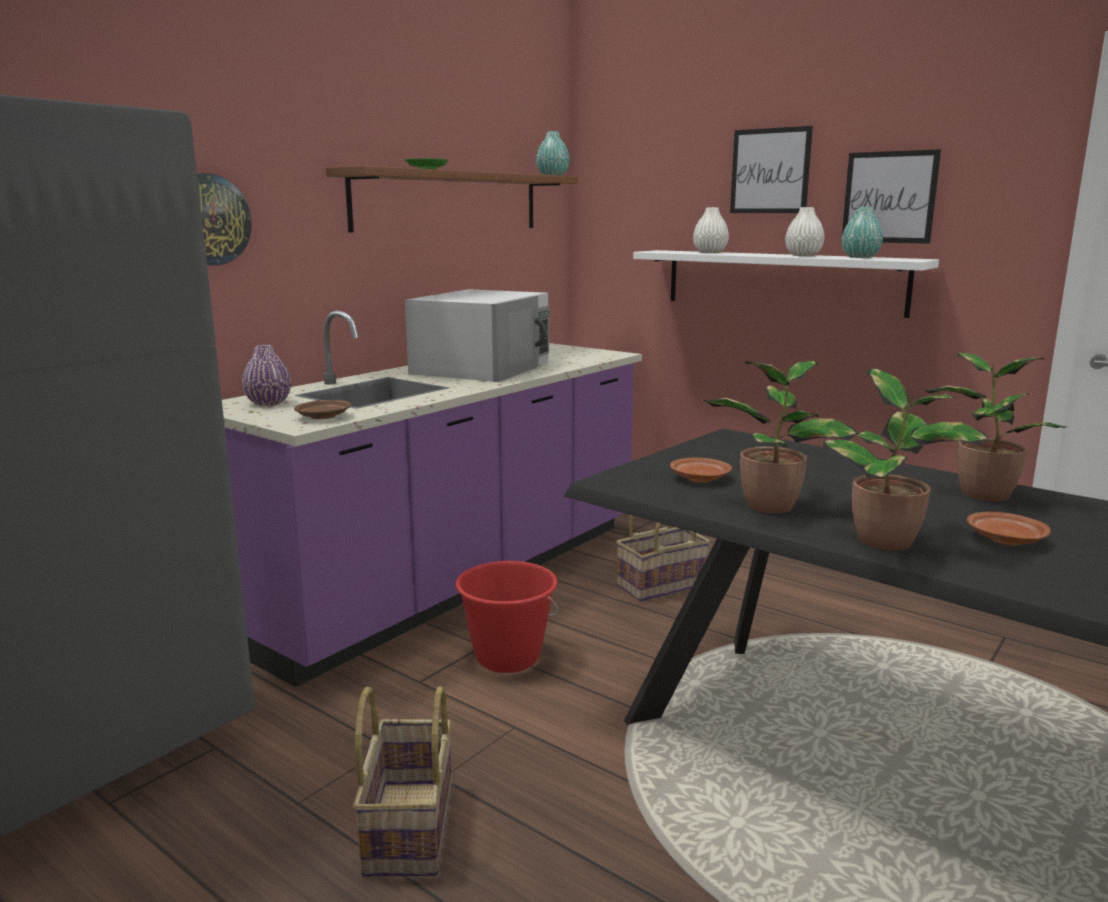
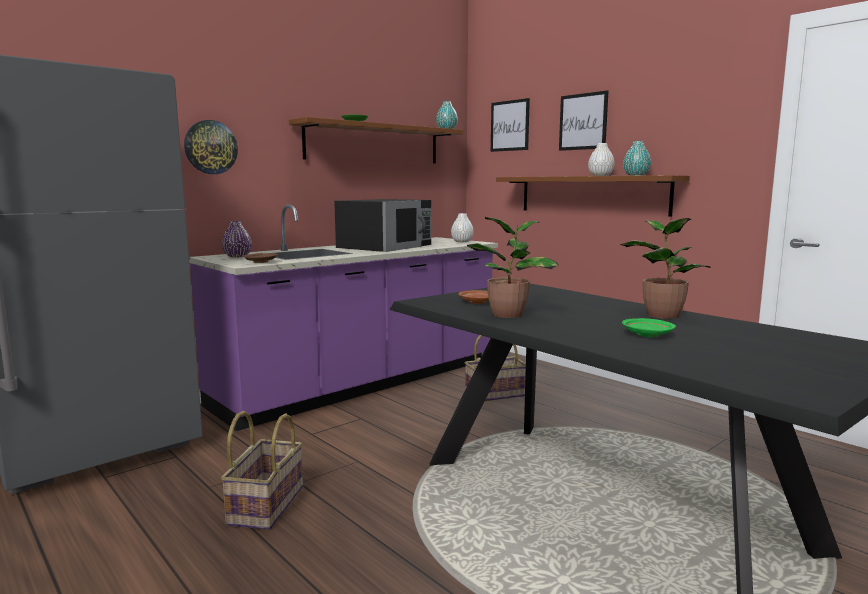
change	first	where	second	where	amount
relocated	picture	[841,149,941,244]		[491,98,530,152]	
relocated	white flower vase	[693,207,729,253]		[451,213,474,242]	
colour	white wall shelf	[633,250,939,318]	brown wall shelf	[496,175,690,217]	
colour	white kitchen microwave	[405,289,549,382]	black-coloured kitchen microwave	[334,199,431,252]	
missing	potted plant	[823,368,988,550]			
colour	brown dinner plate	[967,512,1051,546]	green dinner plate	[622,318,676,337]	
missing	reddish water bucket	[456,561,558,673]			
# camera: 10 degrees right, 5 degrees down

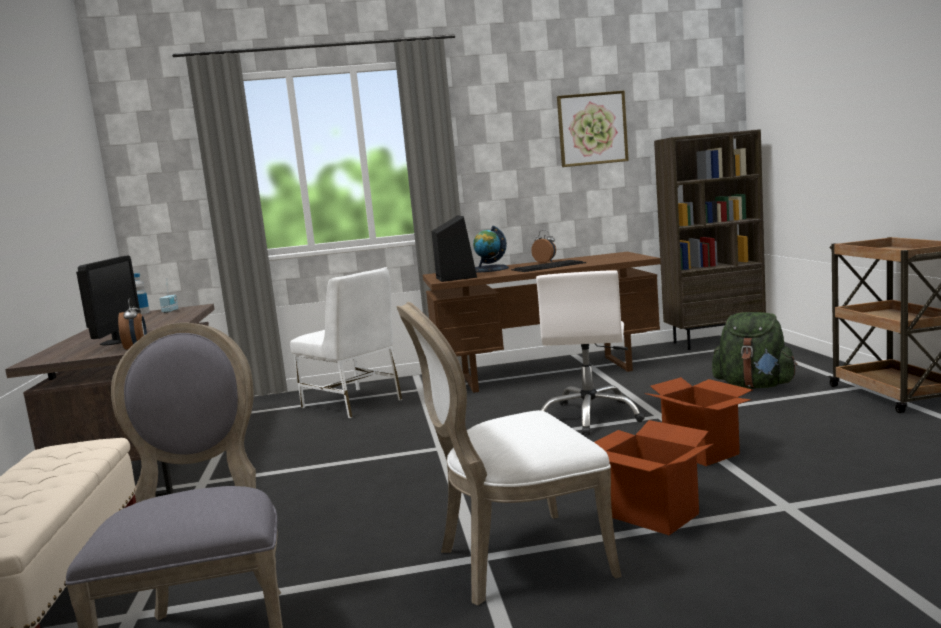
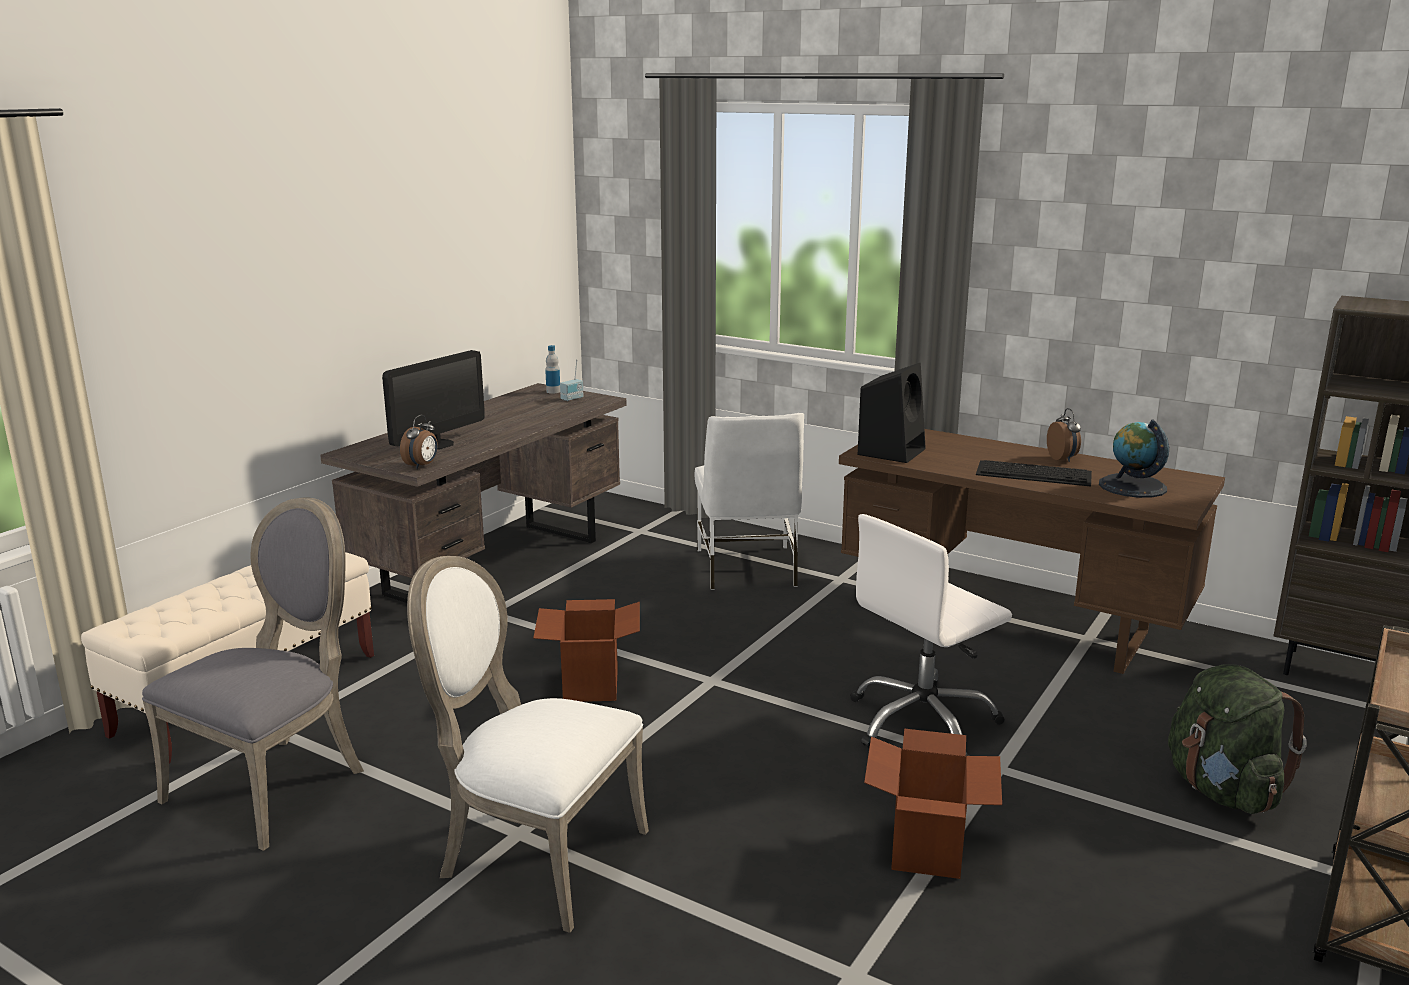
change	first	where	second	where	amount
missing	picture	[557,91,629,167]			
relocated	world globe	[473,226,509,272]		[1099,419,1169,498]	
relocated	carton	[594,420,714,535]		[533,599,640,702]	
# camera: 40 degrees right, 10 degrees up

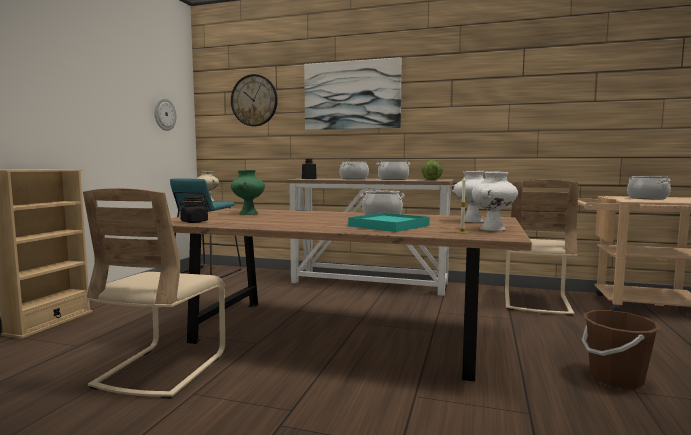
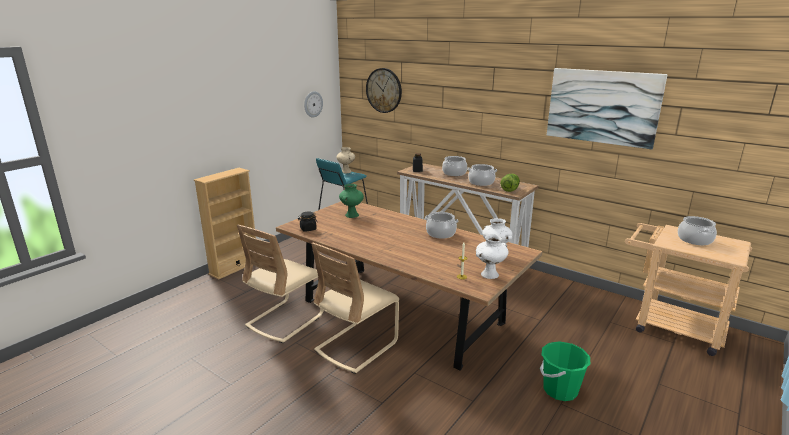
change	first	where	second	where	amount
relocated	picture	[304,57,402,130]		[547,68,668,149]	
relocated	beige plain chair	[505,180,579,316]		[311,243,399,374]	
missing	turquoise serving tray	[348,213,430,232]			
colour	brown water bucket	[582,310,661,389]	green water bucket	[540,341,590,401]	
# camera: 20 degrees right, 15 degrees up

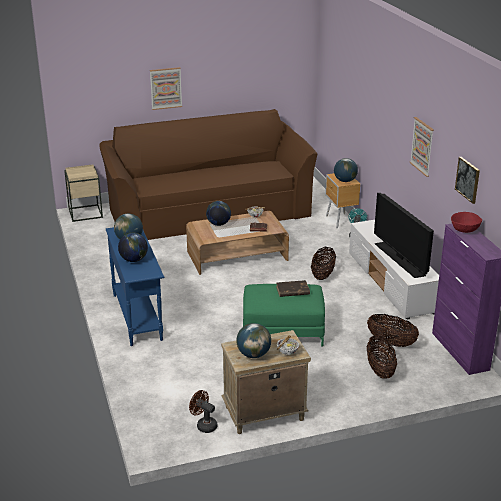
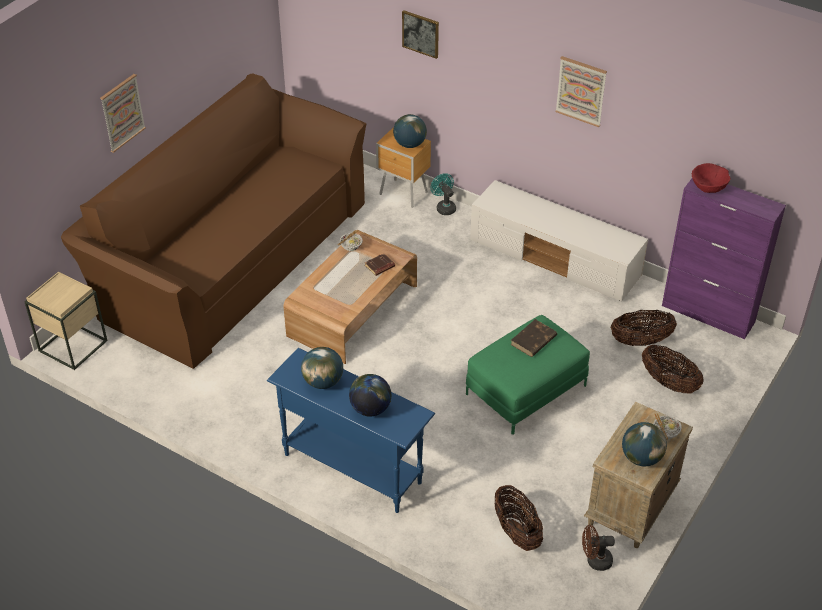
change	first	where	second	where	amount
relocated	picture	[455,157,480,204]		[402,10,439,59]	
missing	TV set	[374,192,434,278]			
missing	world globe	[206,201,231,226]			
relocated	basket	[311,247,336,280]		[495,485,543,551]	
# camera: 40 degrees left, 15 degrees up

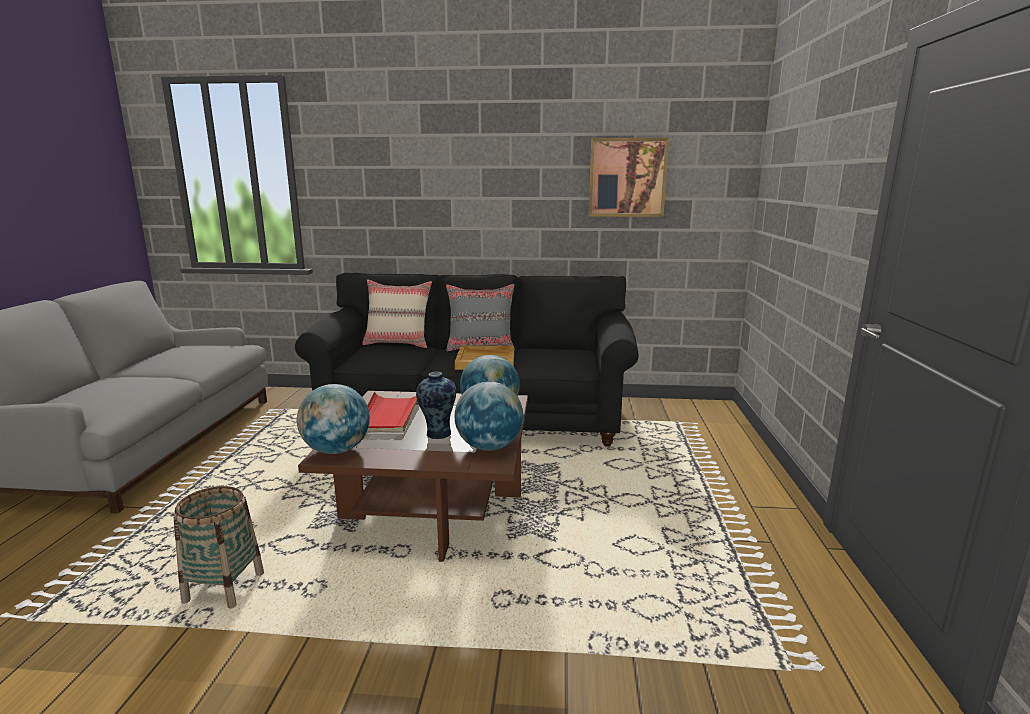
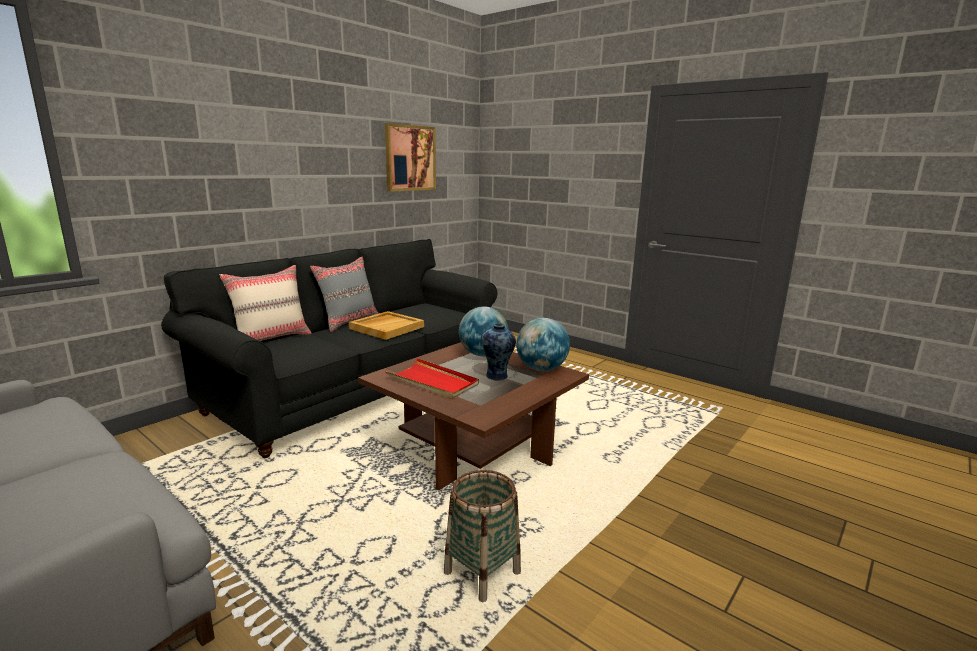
change	first	where	second	where	amount
missing	world globe	[297,384,370,454]			
# camera: 55 degrees left, 0 degrees up

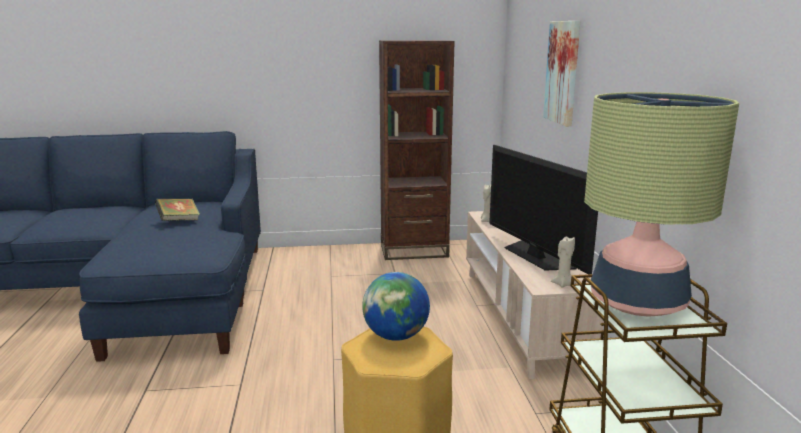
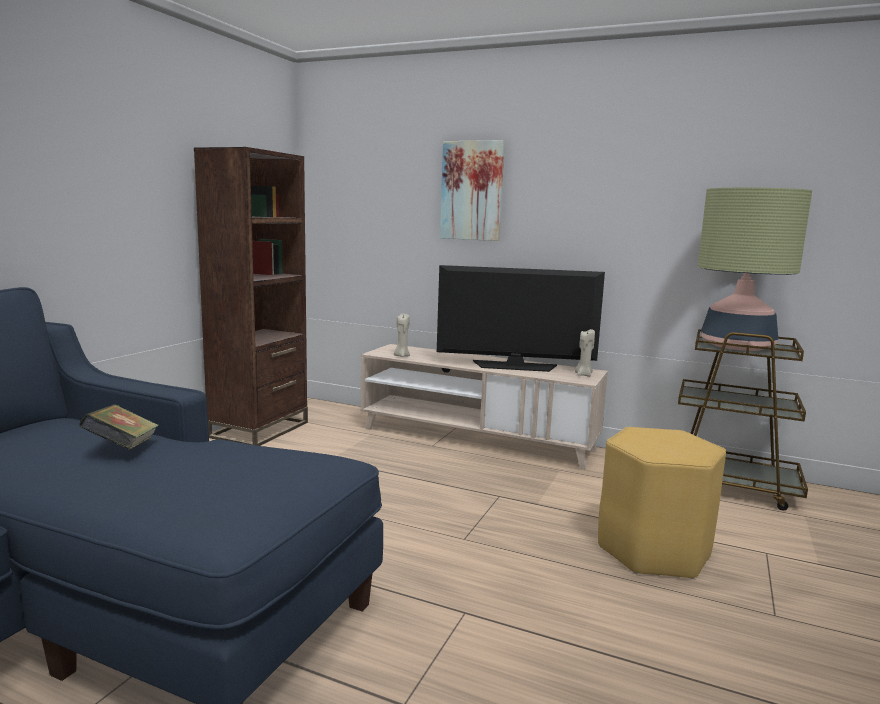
change	first	where	second	where	amount
missing	world globe	[362,272,430,341]			
# camera: 60 degrees left, 5 degrees down

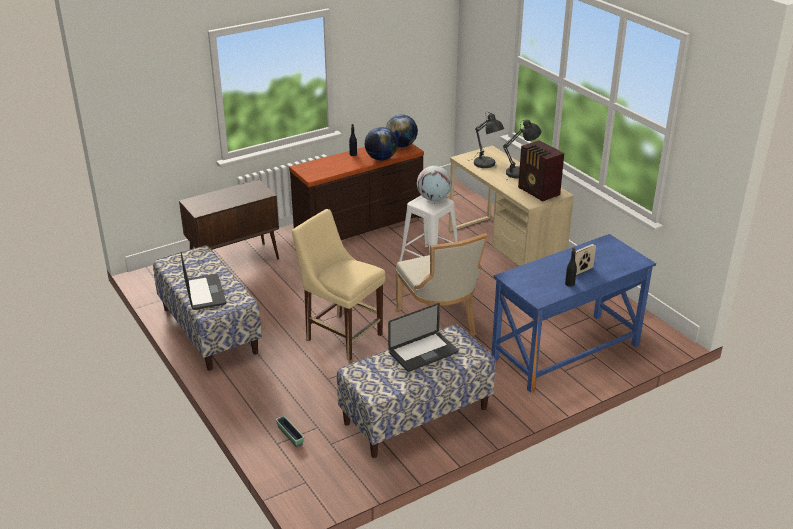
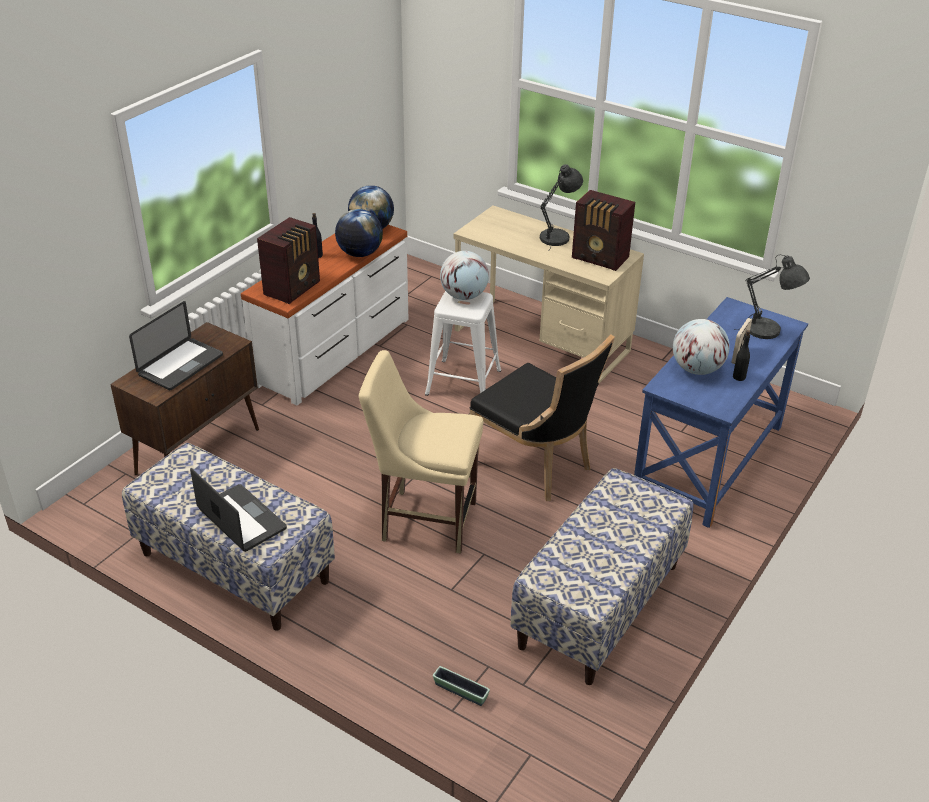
change	first	where	second	where	amount
relocated	gray lamp for a table	[469,112,504,168]		[735,255,810,339]	
colour	brown dresser	[289,144,424,240]	white dresser	[241,225,409,406]	
colour	beige plain chair	[395,233,488,336]	black-coloured plain chair	[470,334,615,501]	
relocated	laptop	[388,303,458,372]		[129,301,223,390]	
appeared			radio set	[257,217,320,304]	
appeared			world globe	[673,319,730,375]	
# camera: 25 degrees left, 5 degrees up

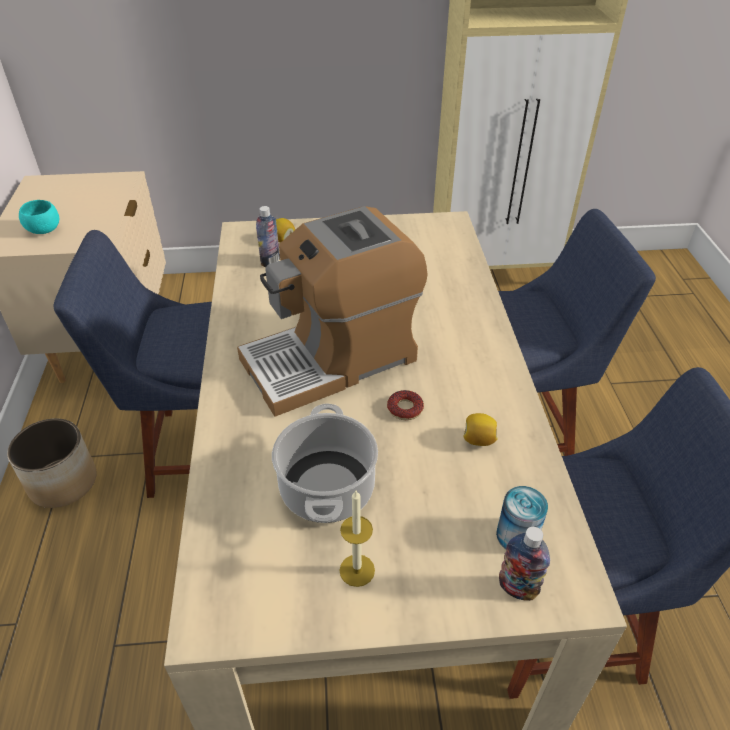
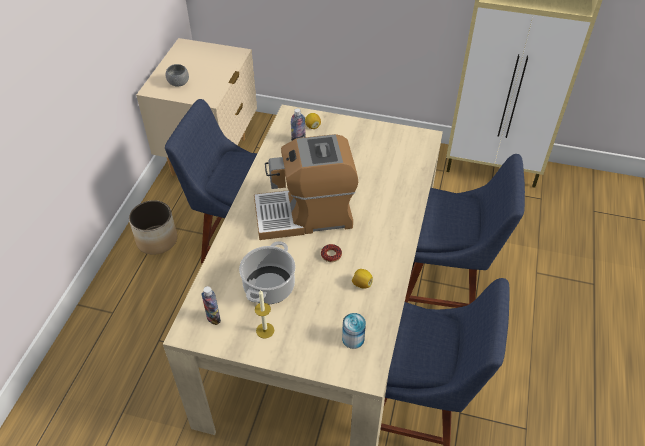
change	first	where	second	where	amount
colour	turquoise serving bowl	[19,200,59,234]	gray serving bowl	[165,64,189,86]	
relocated	drink bottle	[499,527,550,601]		[201,286,221,325]	
# camera: 20 degrees right, 5 degrees up

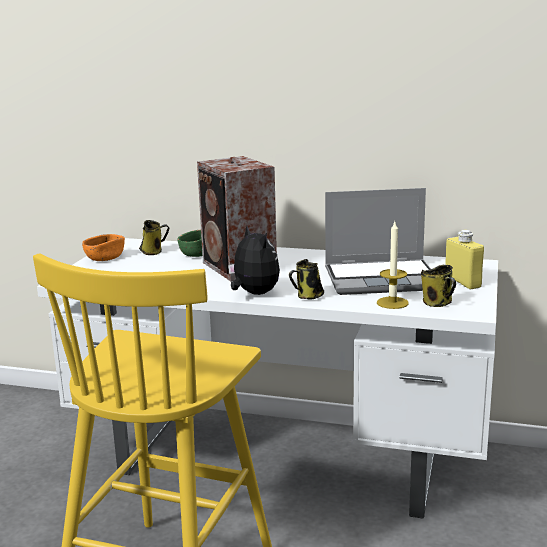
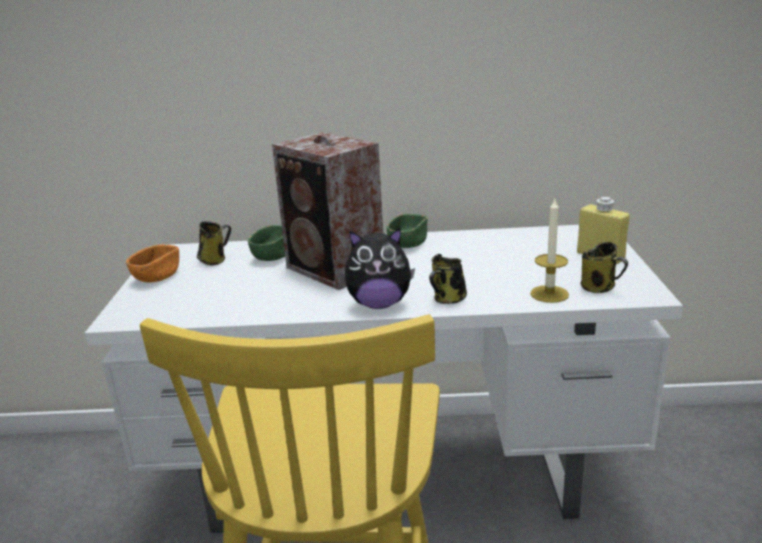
change	first	where	second	where	amount
missing	laptop	[325,188,431,295]			
spun	soft toy	[228,226,280,295]		[344,227,415,309]	135 degrees clockwise
appeared			green serving bowl	[387,214,428,248]	
# camera: 15 degrees left, 5 degrees up

